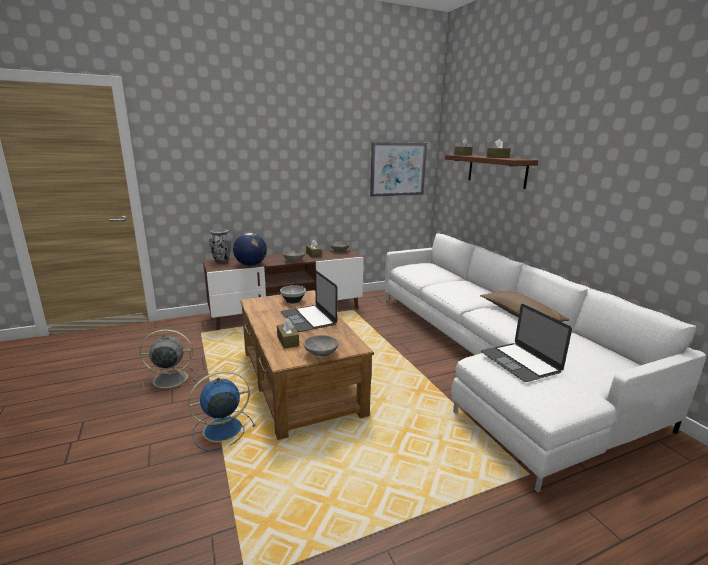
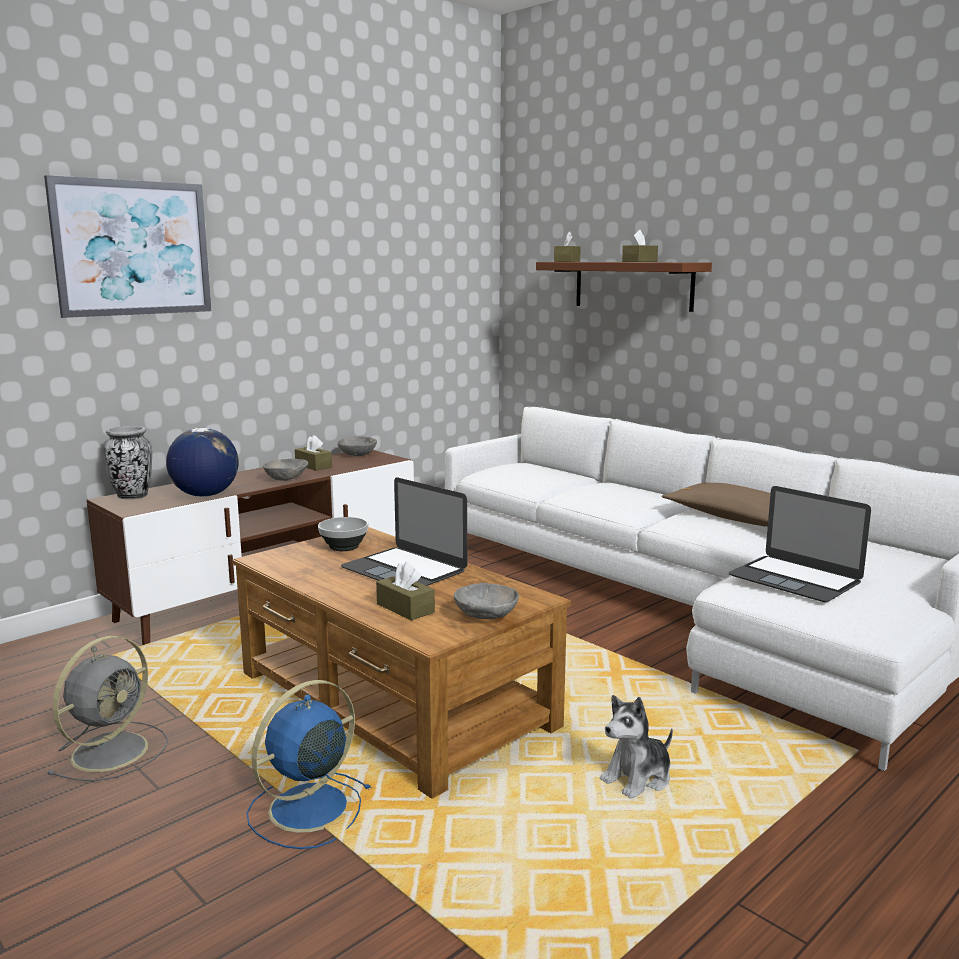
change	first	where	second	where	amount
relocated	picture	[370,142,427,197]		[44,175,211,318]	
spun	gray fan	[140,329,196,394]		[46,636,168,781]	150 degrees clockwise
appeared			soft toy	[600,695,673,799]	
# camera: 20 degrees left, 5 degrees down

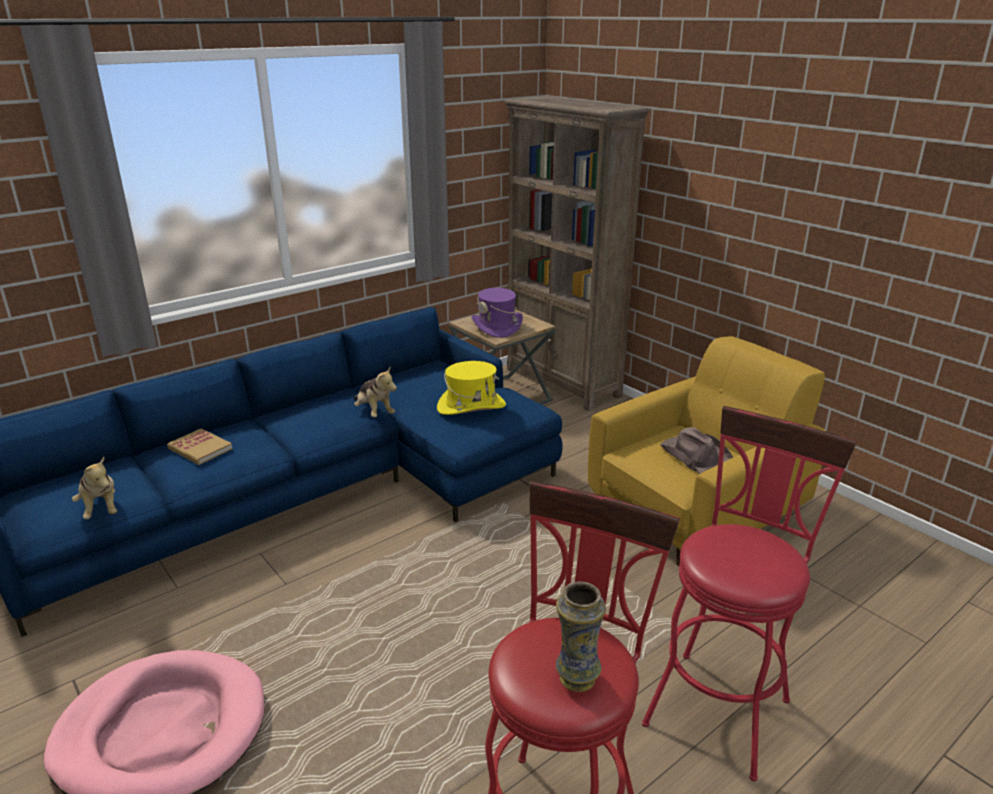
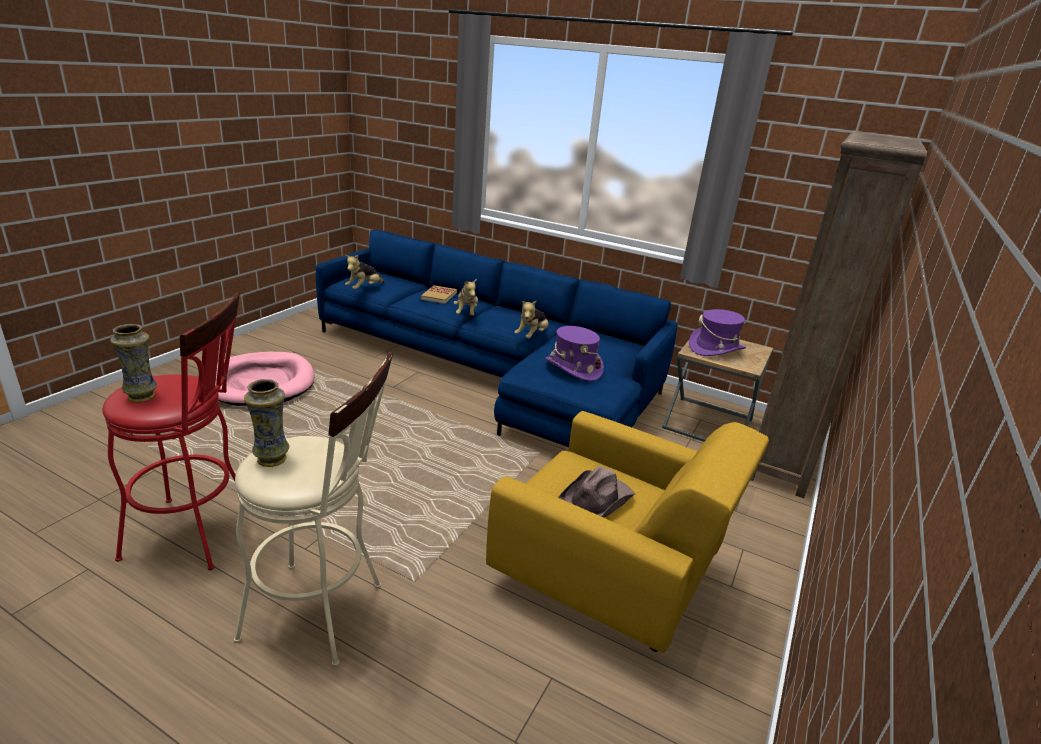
change	first	where	second	where	amount
colour	yellow wearable hat	[437,361,506,415]	purple-coloured wearable hat	[545,326,604,381]	
colour	reddish stool seat	[642,406,857,782]	beige stool seat	[234,352,393,667]	
appeared			soft toy	[453,279,478,316]	
appeared			flower vase	[244,379,289,467]	
# camera: 65 degrees right, 0 degrees up

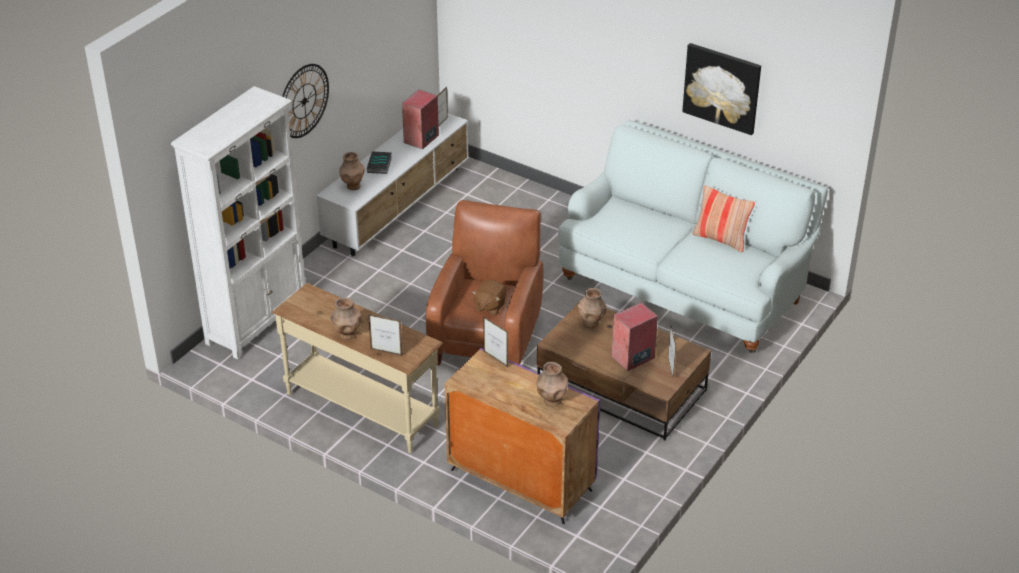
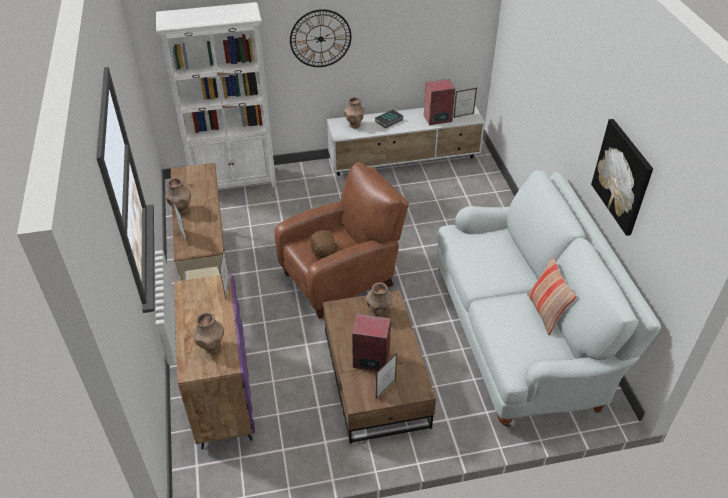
change	first	where	second	where	amount
spun	brown soft toy	[472,280,507,315]		[310,230,339,261]	90 degrees counterclockwise
# camera: 45 degrees right, 5 degrees up

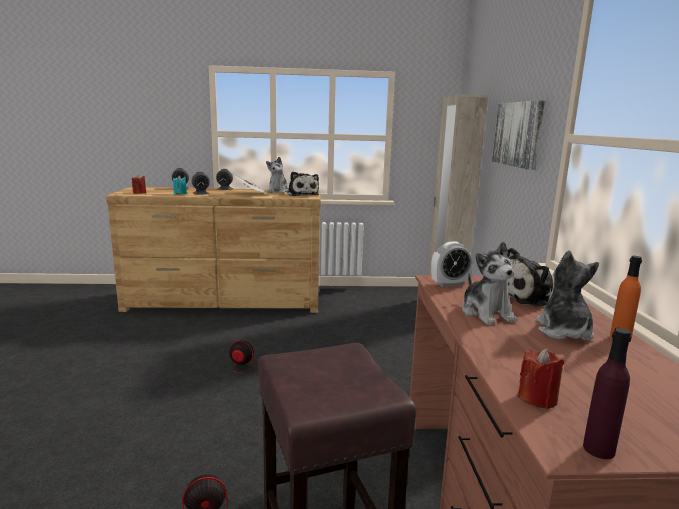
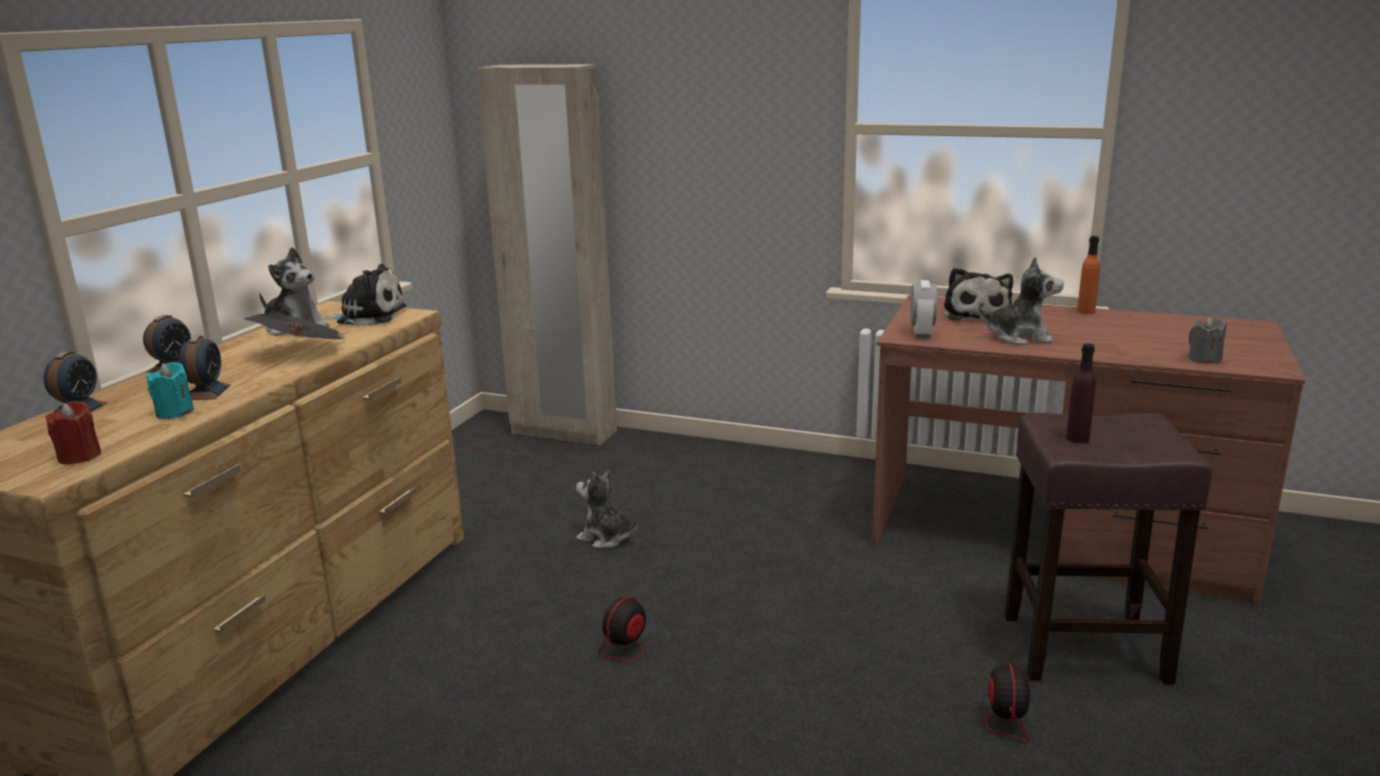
change	first	where	second	where	amount
missing	picture	[492,100,545,170]			
relocated	soft toy	[536,250,599,341]		[576,470,638,548]	
relocated	purple-coloured drink bottle	[583,328,632,459]		[1066,344,1096,443]	
colour	reddish wax light	[517,349,564,409]	gray wax light	[1188,317,1226,364]	
# camera: 65 degrees left, 5 degrees up

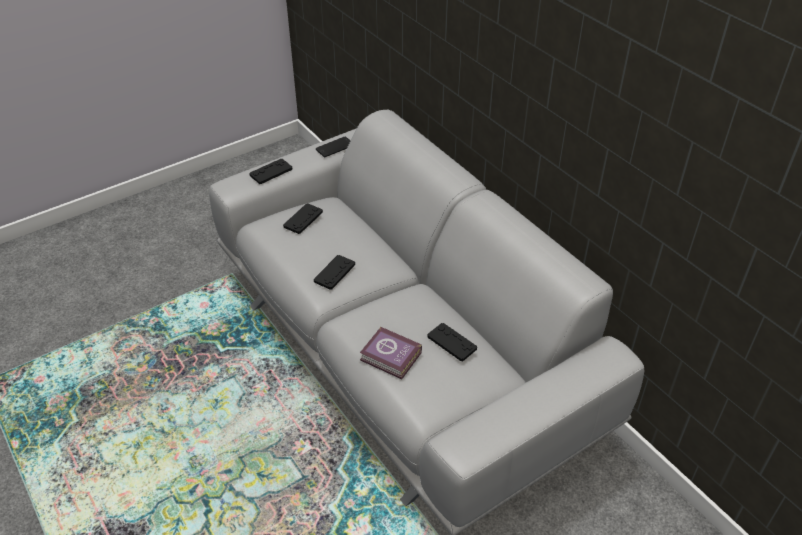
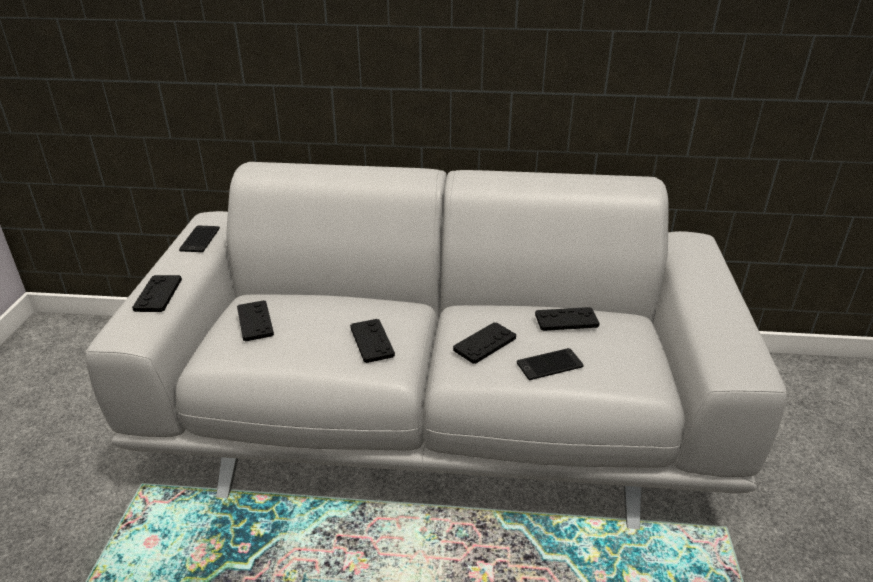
change	first	where	second	where	amount
exchanged	volume	[360,327,422,379]	handset	[517,348,584,380]	
appeared			black-coloured gamepad	[453,322,516,364]	
# camera: 50 degrees left, 10 degrees down

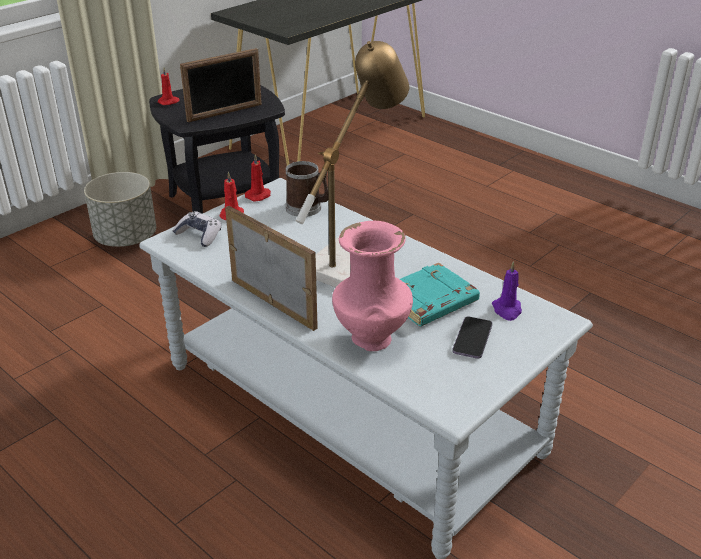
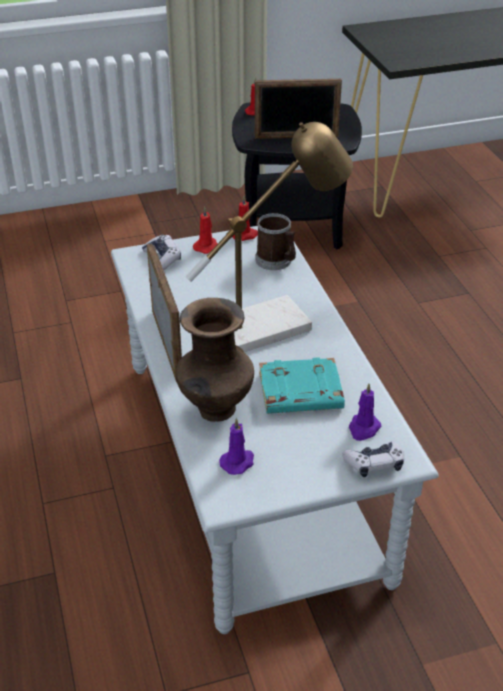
change	first	where	second	where	amount
missing	gray plant pot	[84,172,156,247]			
colour	pinkish flower vase	[332,221,413,351]	brown flower vase	[176,298,254,422]	
missing	handset	[452,317,492,359]			
appeared			purple-coloured wax light	[219,418,254,475]	
appeared			gamepad	[342,441,404,477]	
# camera: 30 degrees right, 5 degrees up

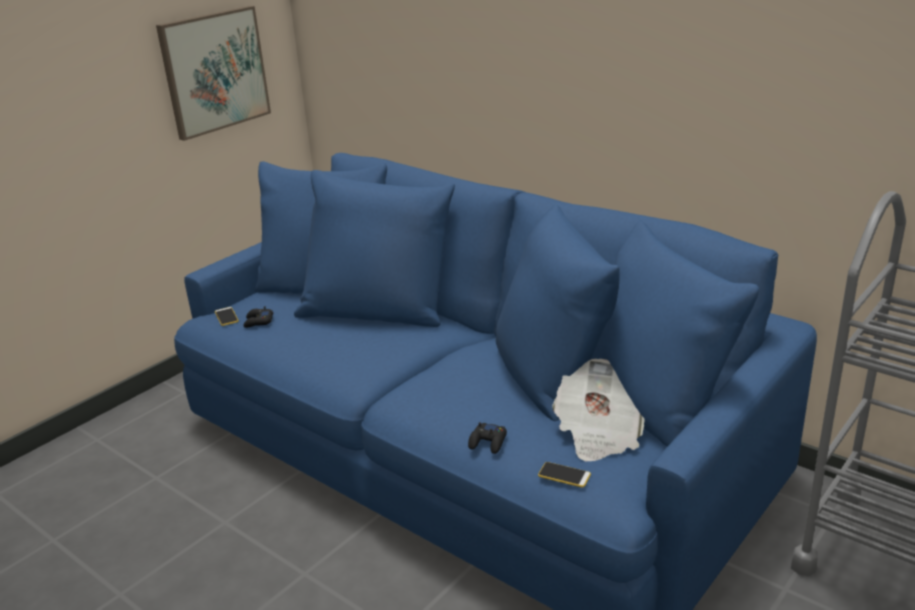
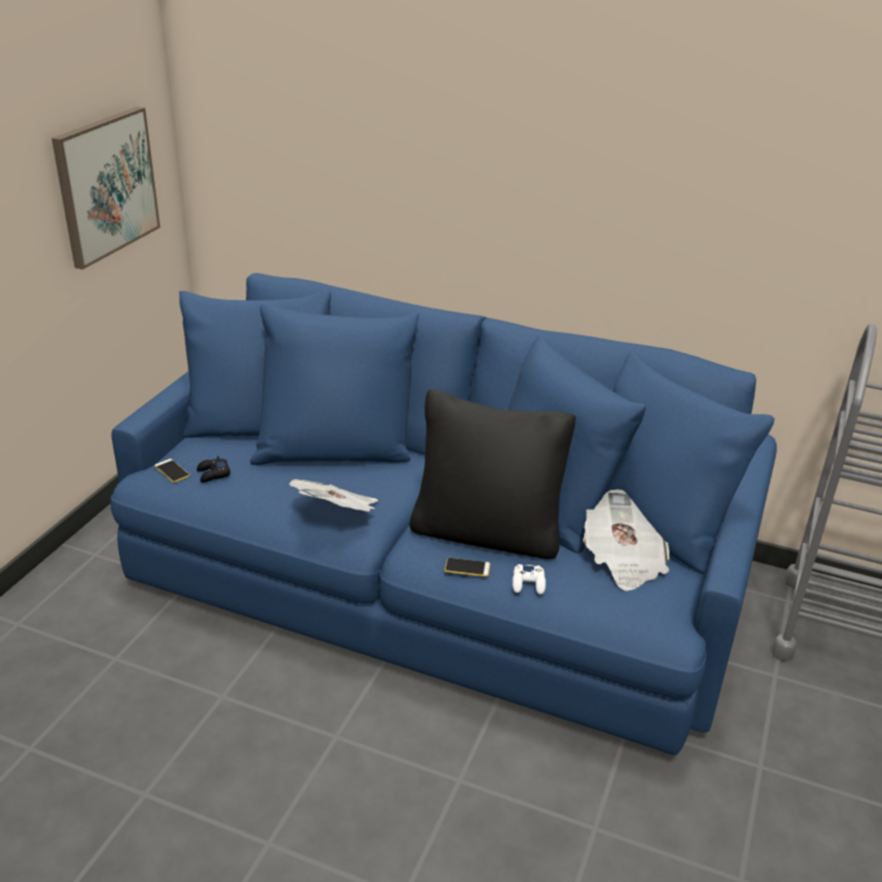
change	first	where	second	where	amount
colour	black-coloured gamepad	[468,422,507,454]	white gamepad	[512,564,546,595]	
relocated	handset	[538,462,591,488]		[445,558,490,577]	
appeared			black-coloured throw pillow	[409,389,576,559]	
appeared			newspaper	[290,479,378,512]	
# camera: 20 degrees left, 5 degrees up

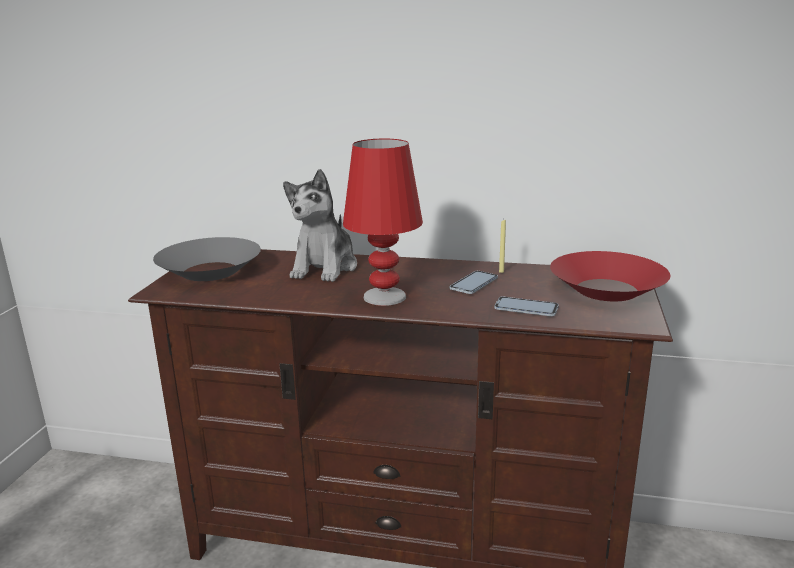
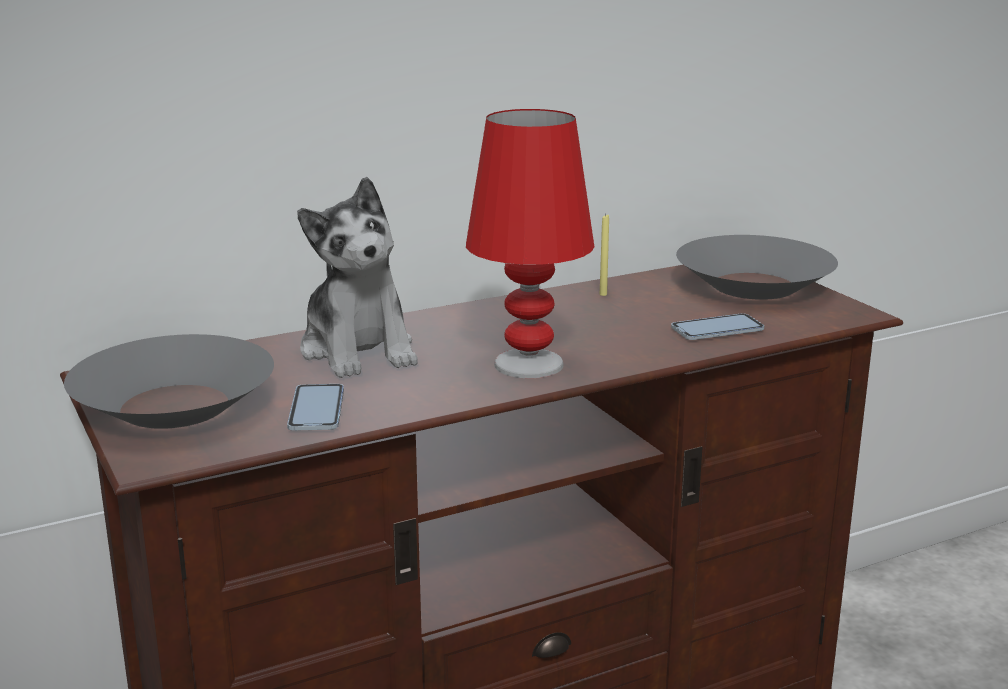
change	first	where	second	where	amount
colour	reddish serving bowl	[550,251,670,301]	gray serving bowl	[676,235,838,300]	
relocated	handset	[450,271,498,294]		[287,384,344,431]	
# camera: 40 degrees left, 0 degrees up

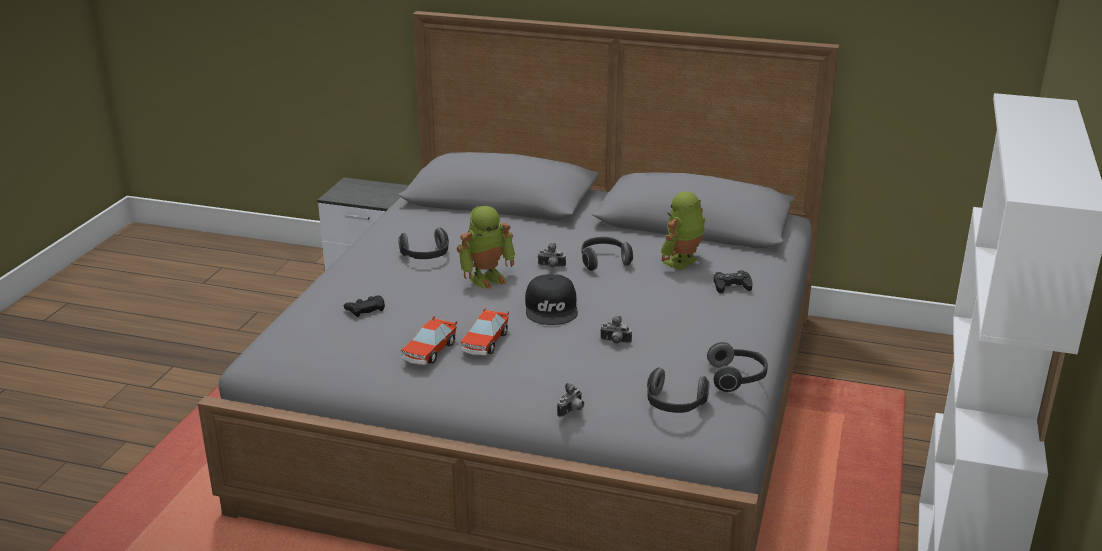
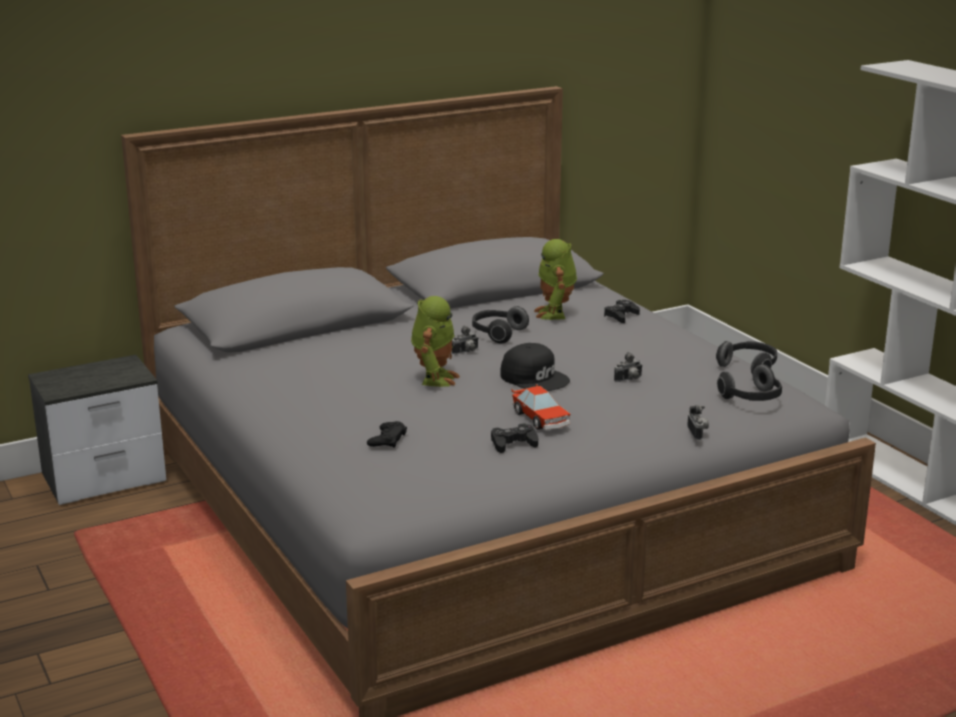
change	first	where	second	where	amount
missing	headphones	[398,228,449,259]			
exchanged	toy car	[401,316,457,365]	black-coloured gamepad	[491,423,538,453]	
# camera: 45 degrees left, 5 degrees down

